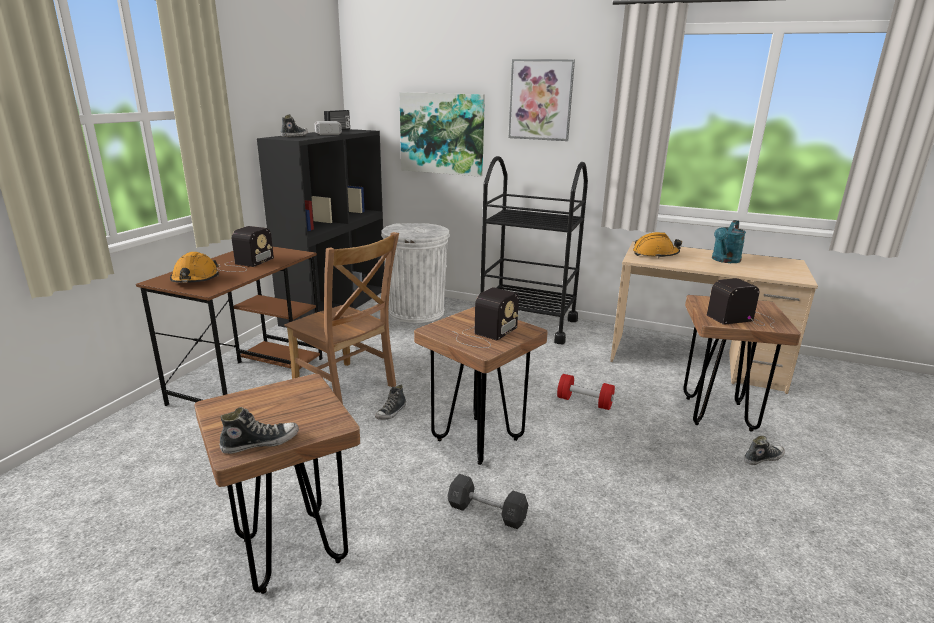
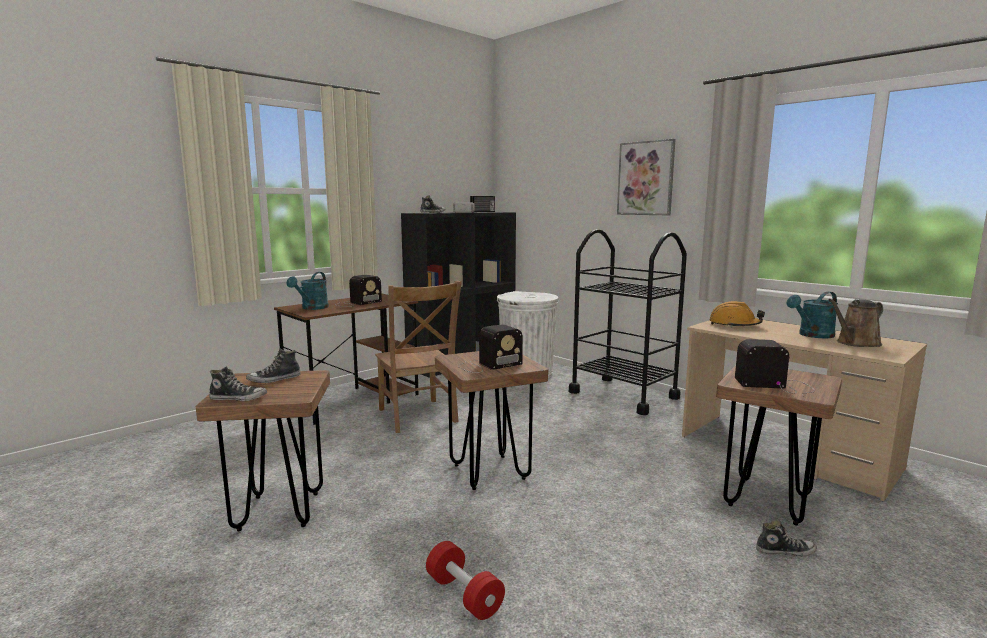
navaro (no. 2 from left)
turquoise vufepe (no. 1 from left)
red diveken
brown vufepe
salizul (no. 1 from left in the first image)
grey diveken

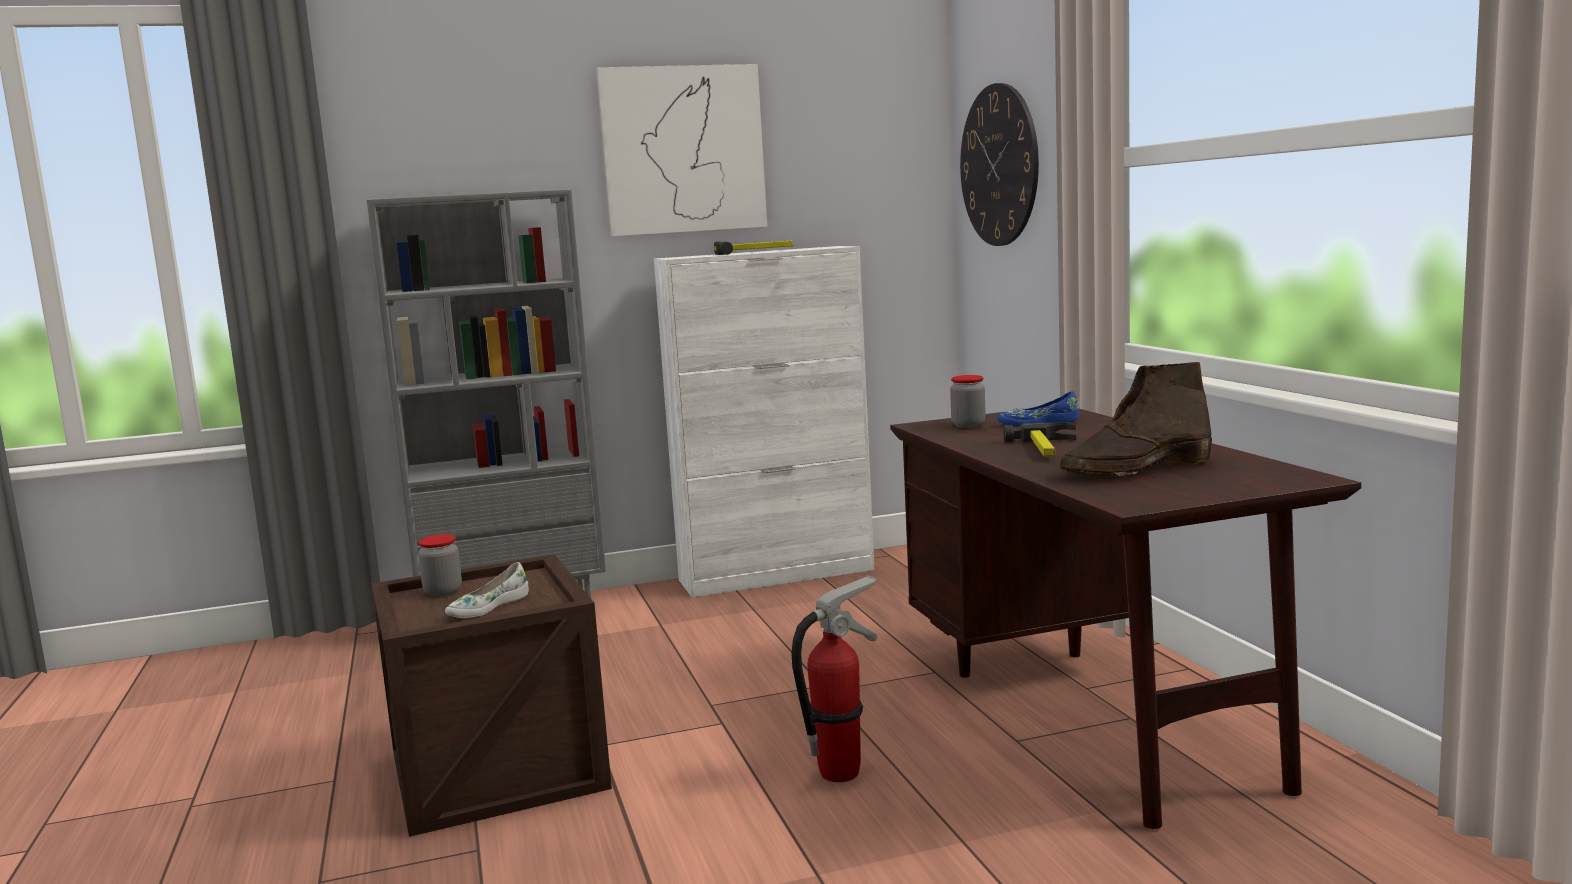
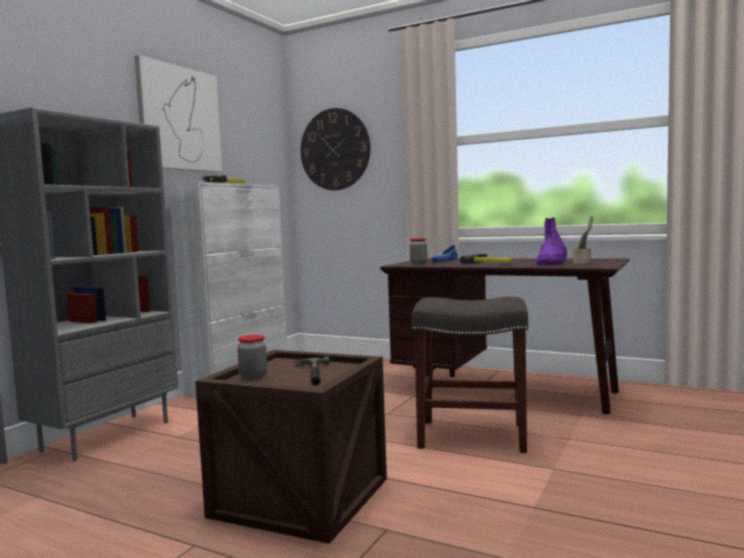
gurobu (no. 2 from left)
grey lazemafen
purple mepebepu
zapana

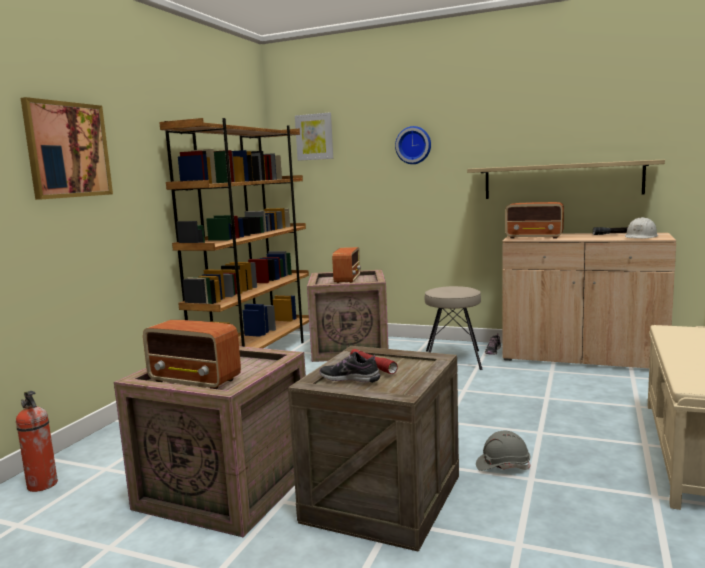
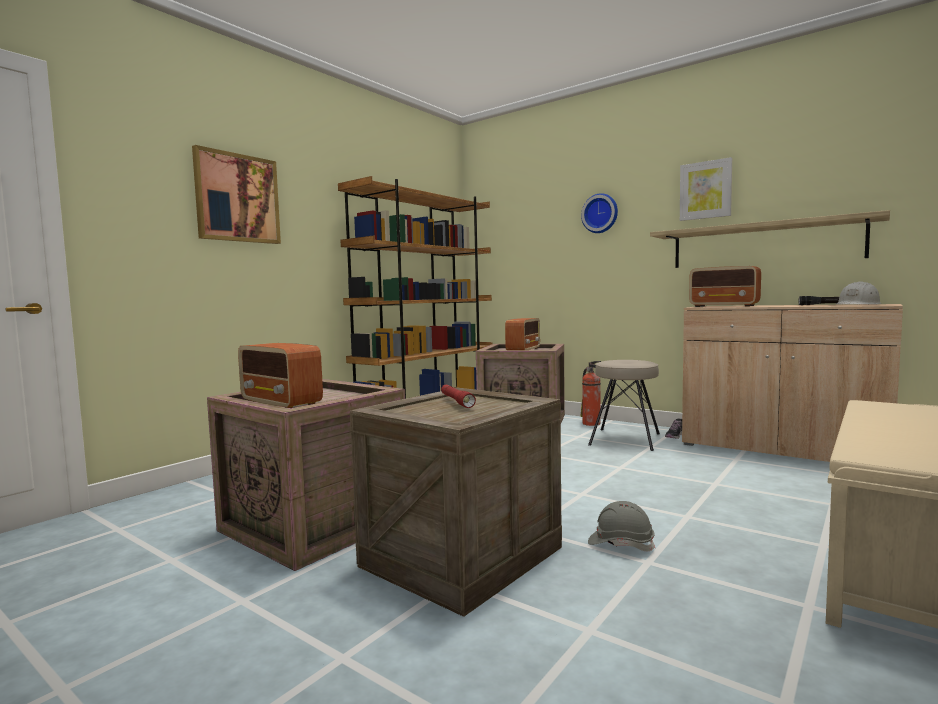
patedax
salizul (no. 2 from left)
navaro (no. 1 from left in the first image)

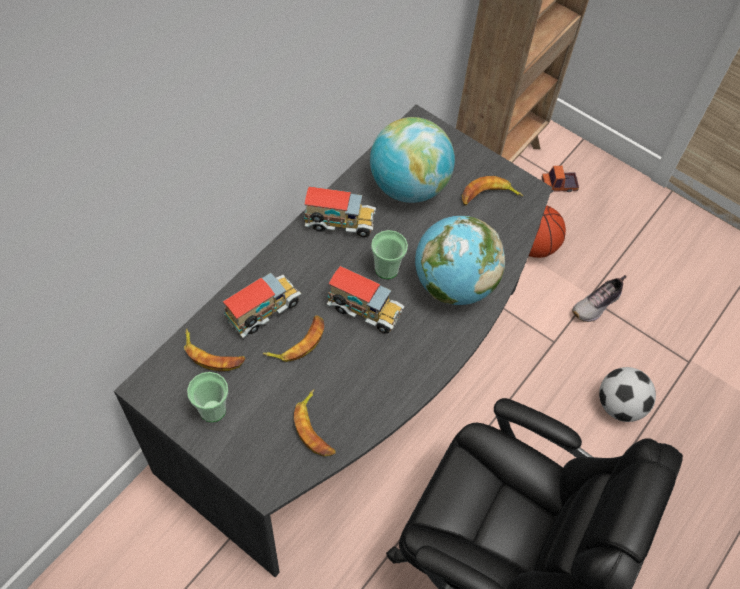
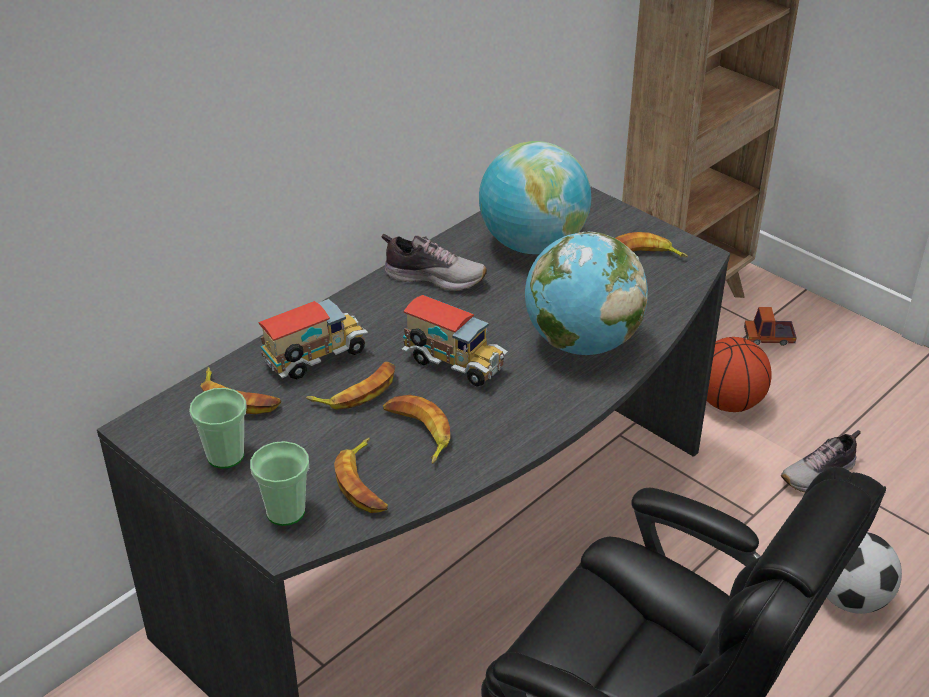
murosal (no. 2 from left)
navaro (no. 1 from left)
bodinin (no. 4 from left)

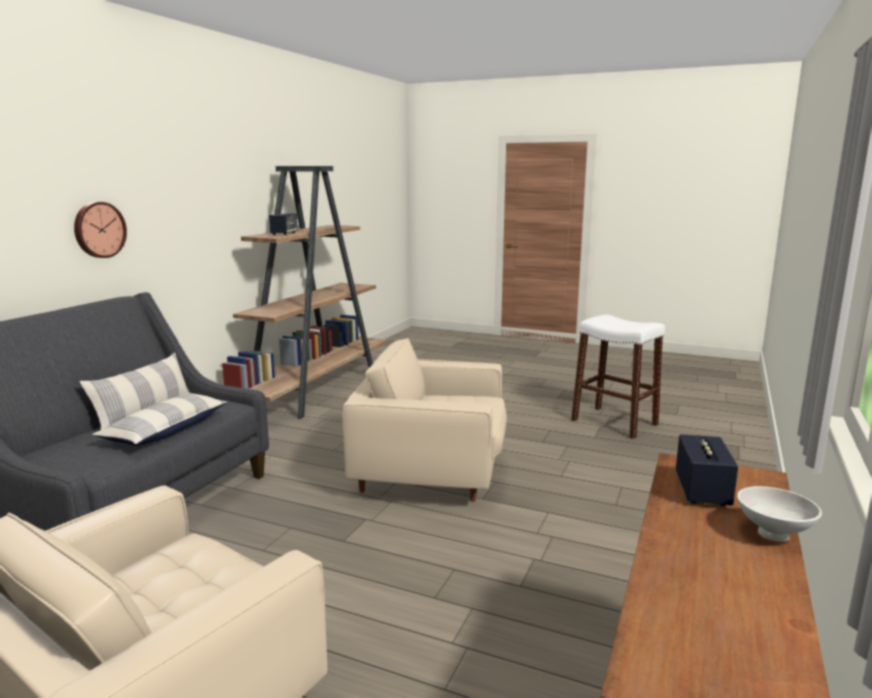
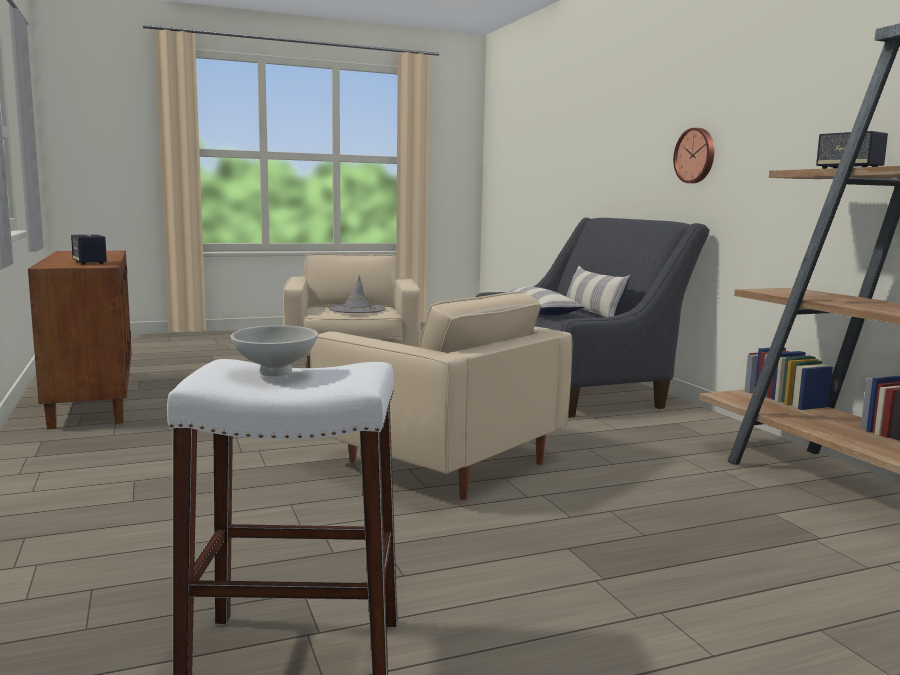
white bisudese
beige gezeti (no. 2 from left)
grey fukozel

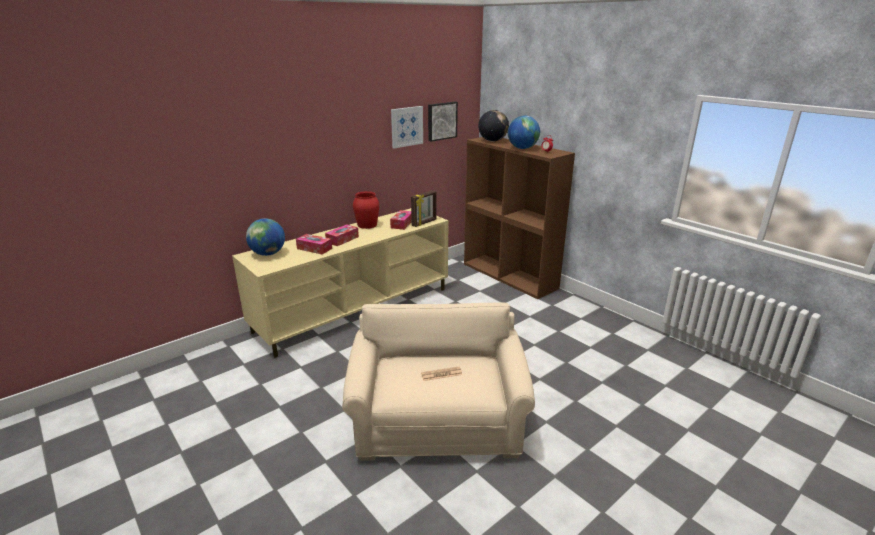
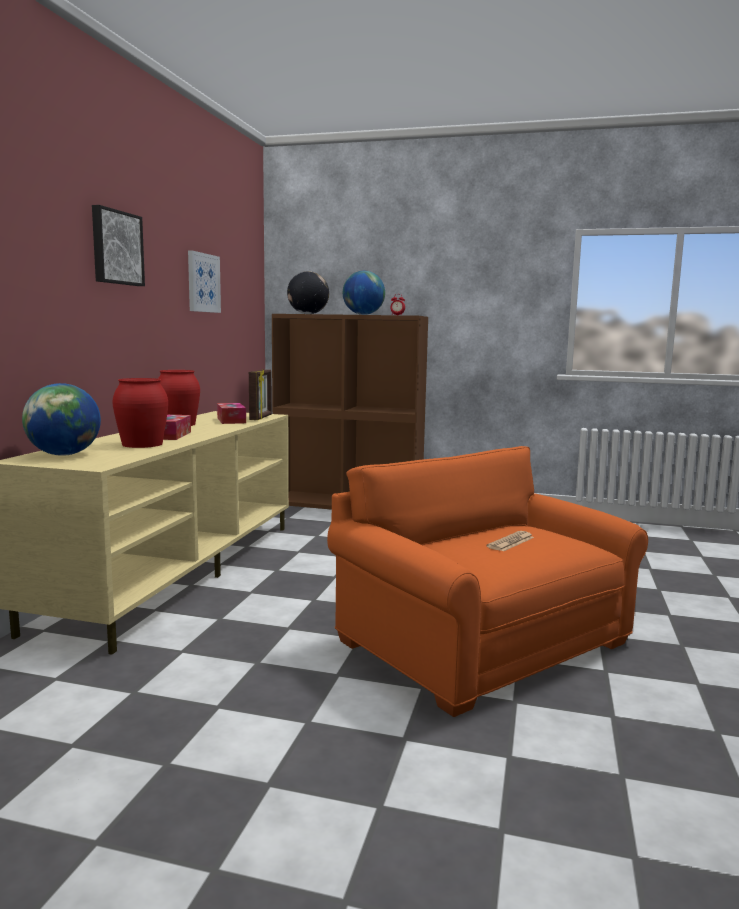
salizul (no. 1 from left)
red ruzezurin (no. 1 from left)
orange gezeti

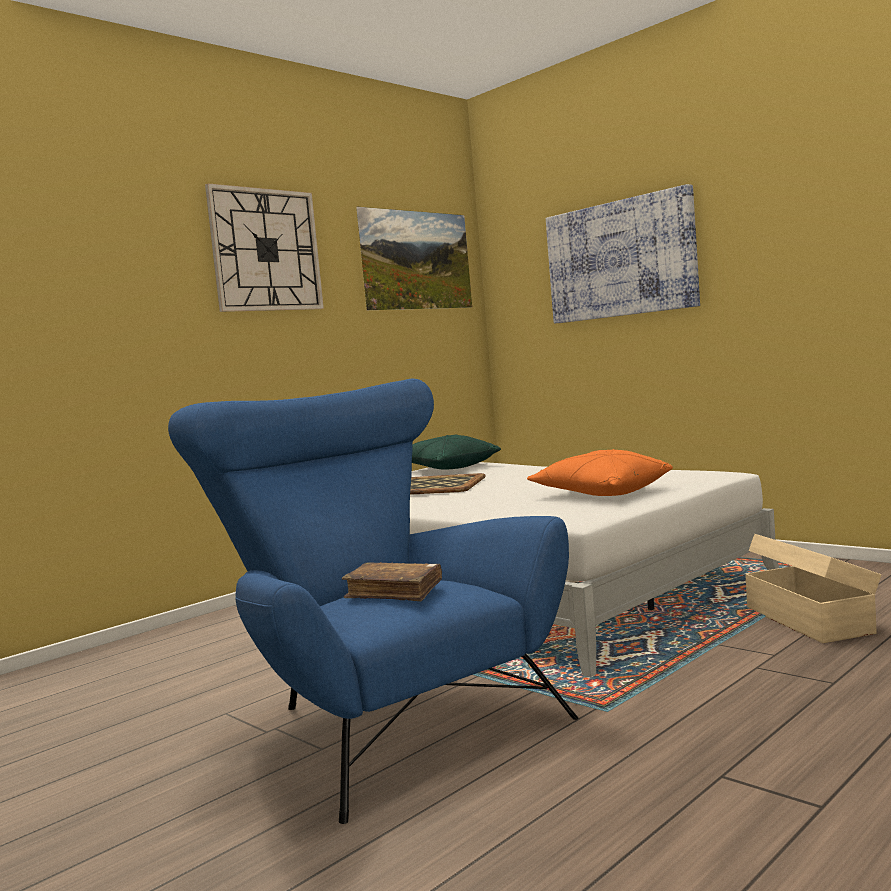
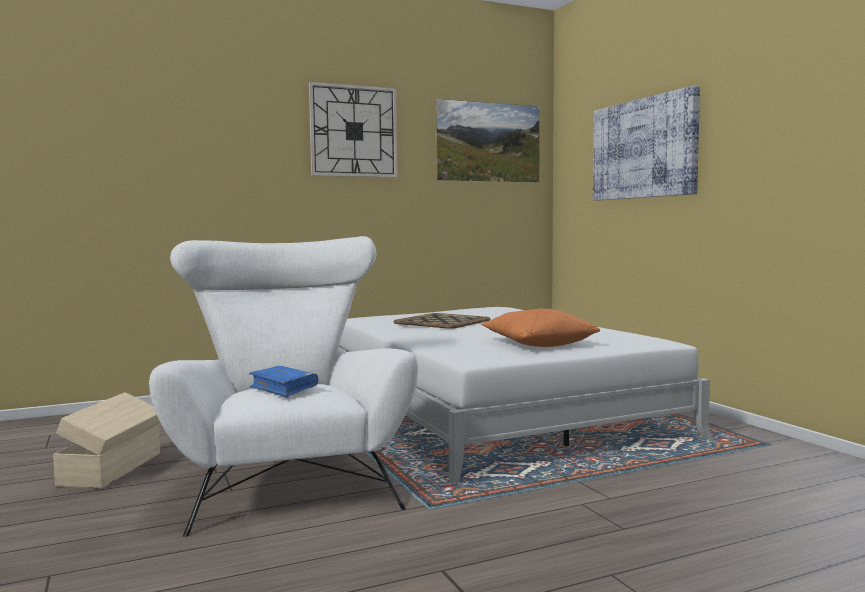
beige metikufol
white gezeti
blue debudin
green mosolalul

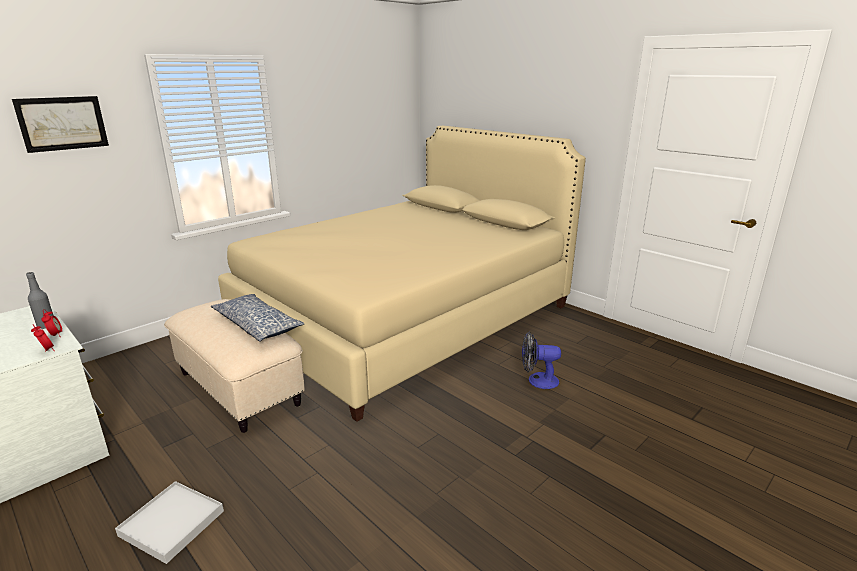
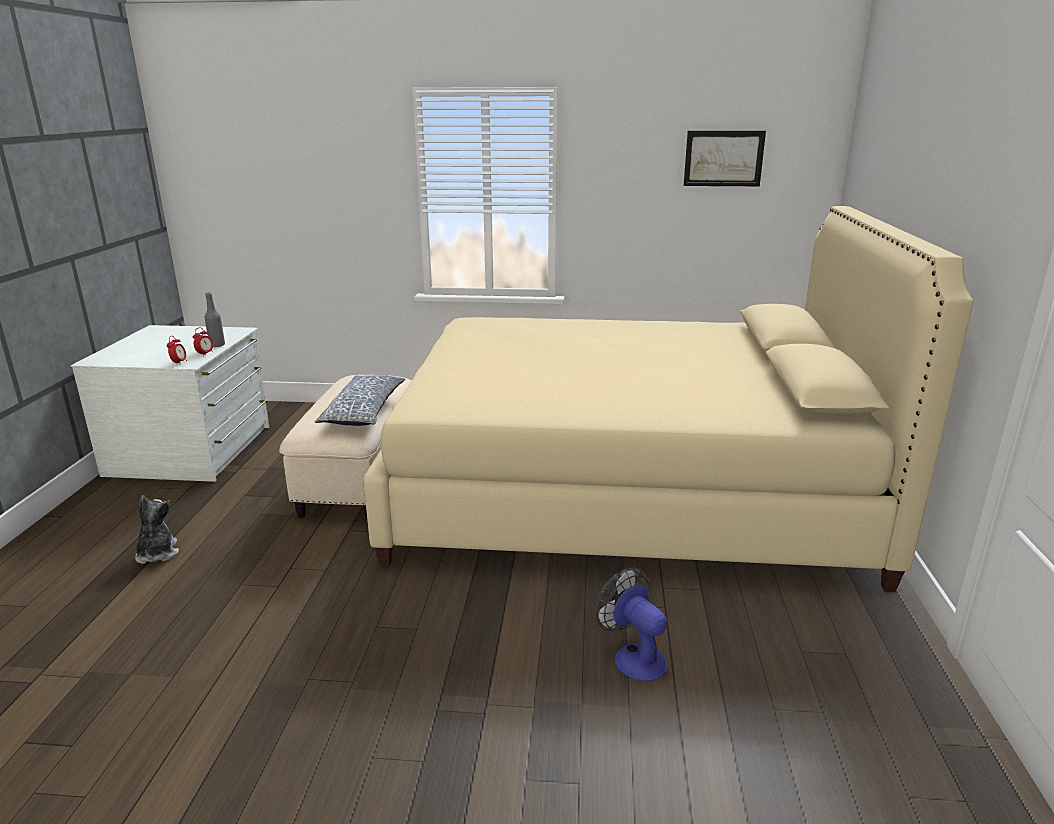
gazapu
salizul

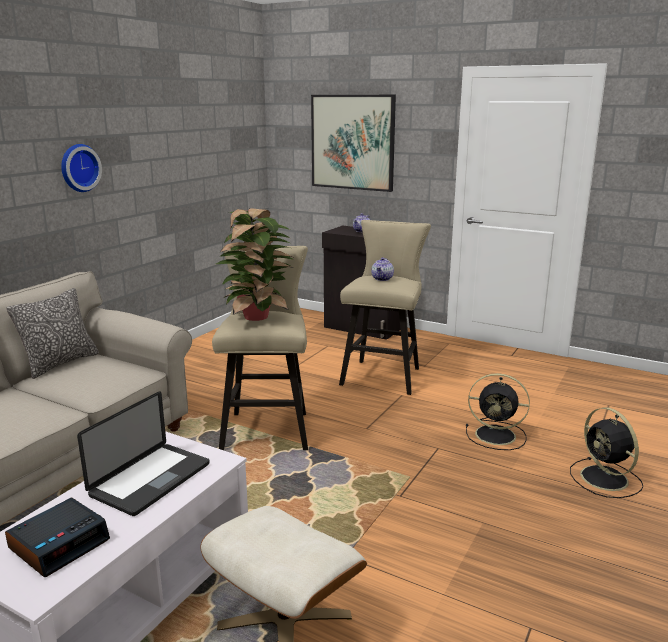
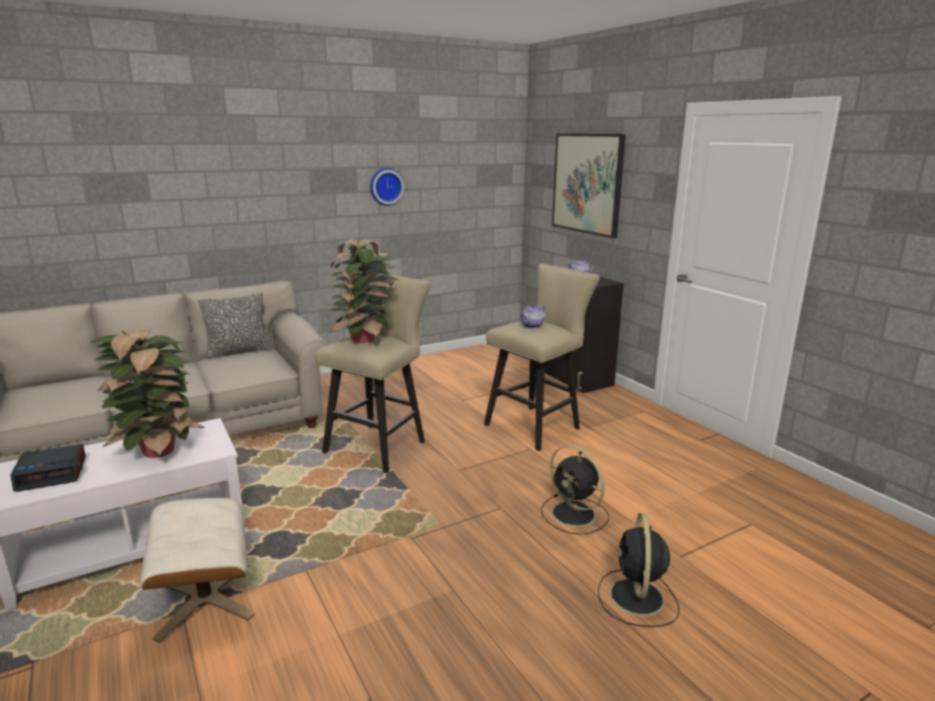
zapana (no. 1 from left)
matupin

